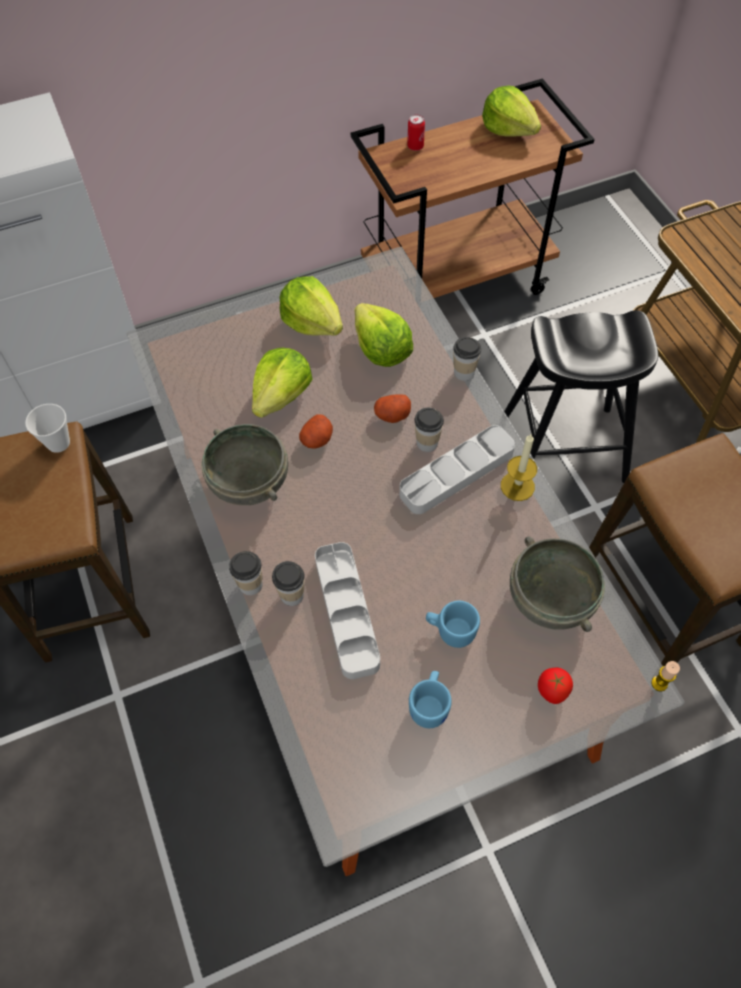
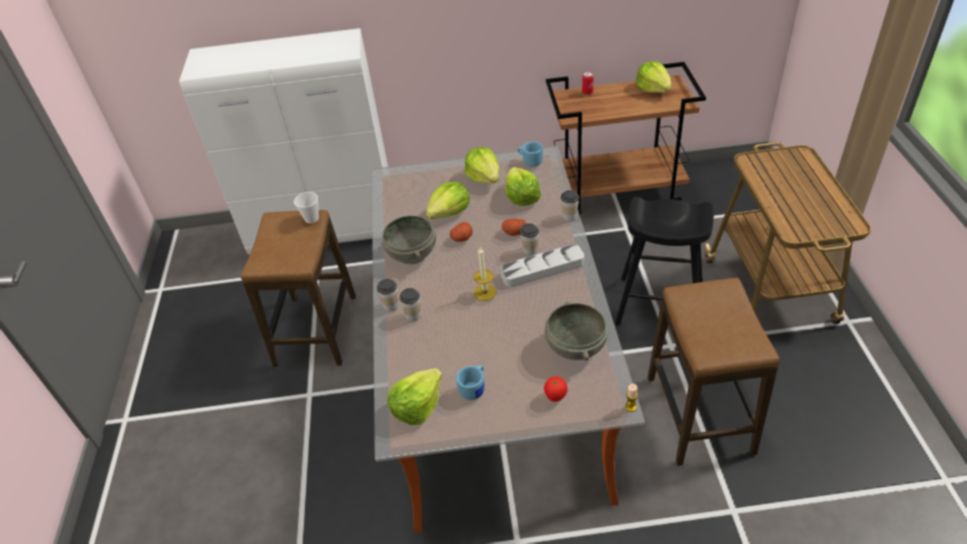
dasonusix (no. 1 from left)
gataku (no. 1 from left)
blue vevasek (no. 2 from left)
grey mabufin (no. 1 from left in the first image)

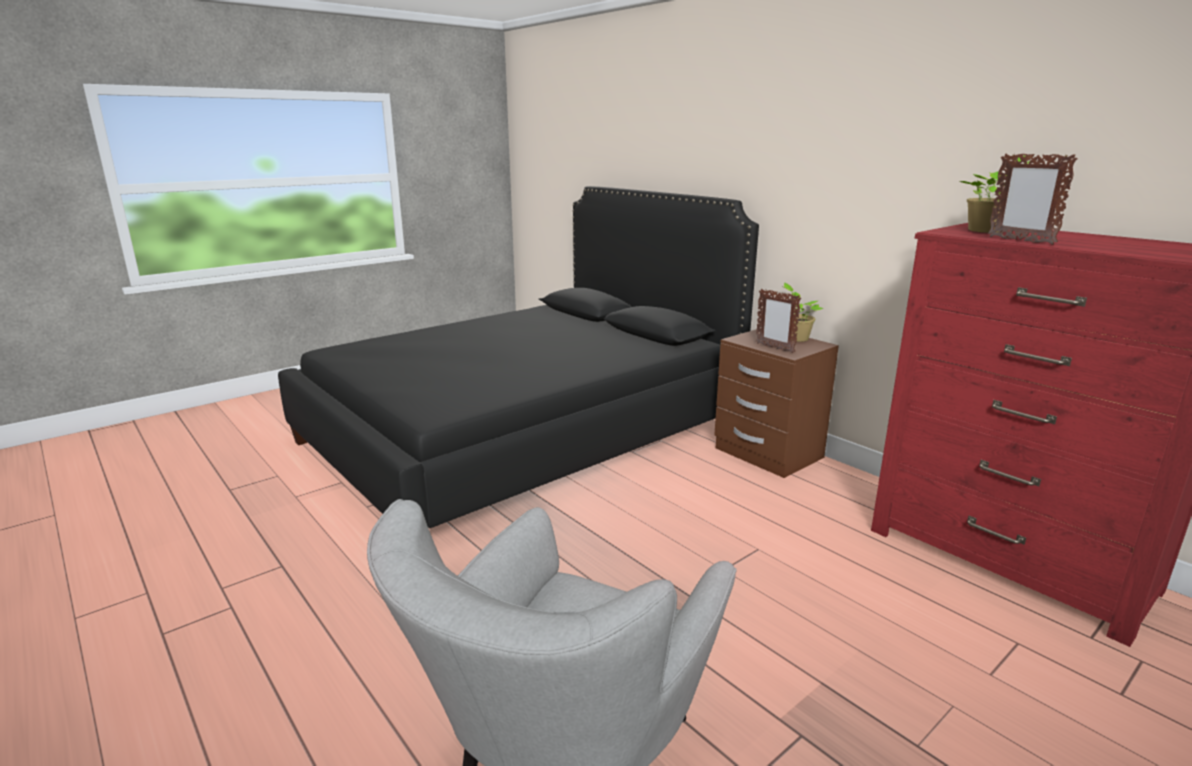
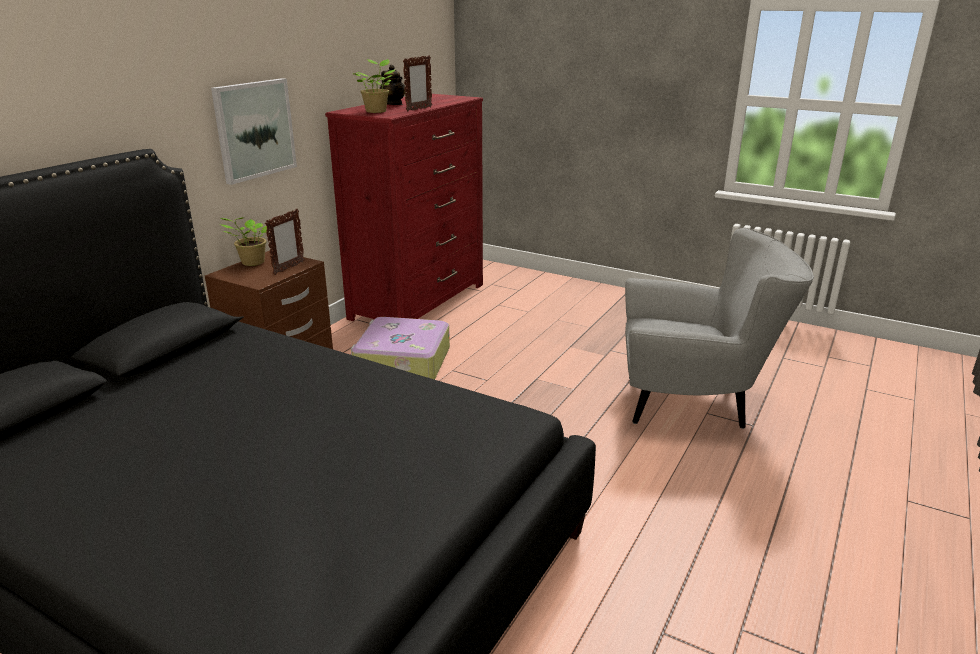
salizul
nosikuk
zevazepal

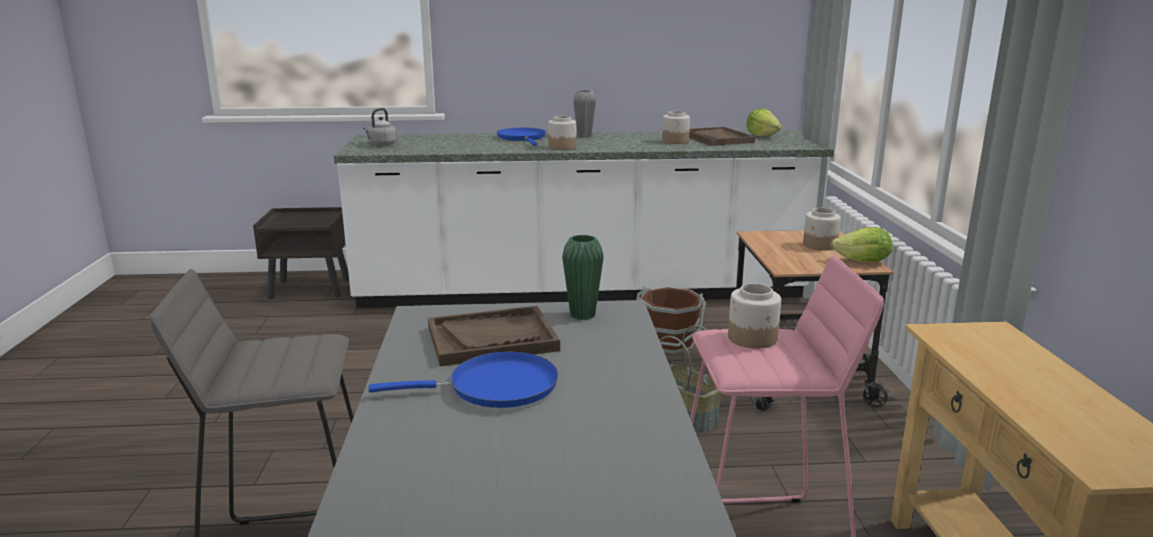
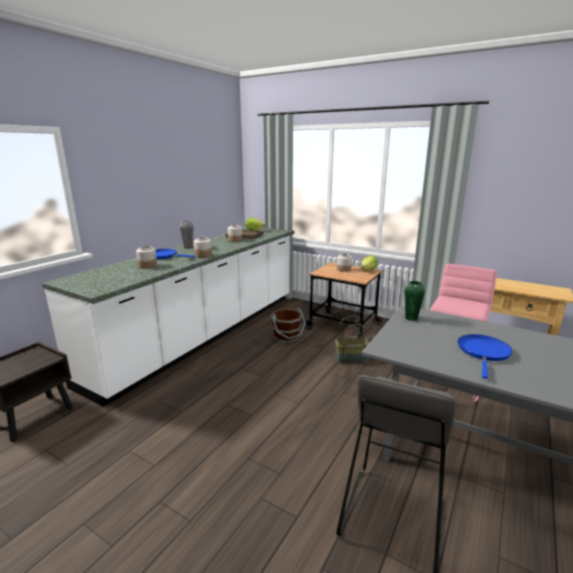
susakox (no. 1 from left)
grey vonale
brown mabufin (no. 1 from left in the first image)

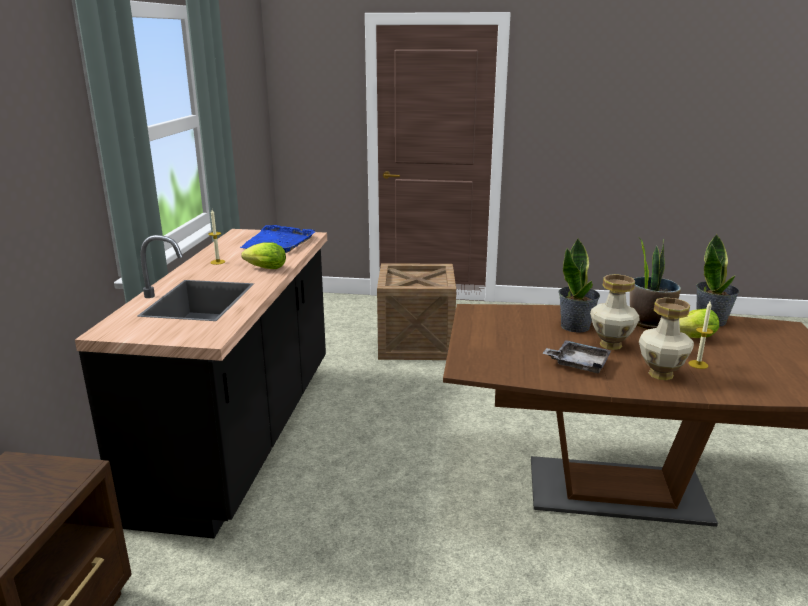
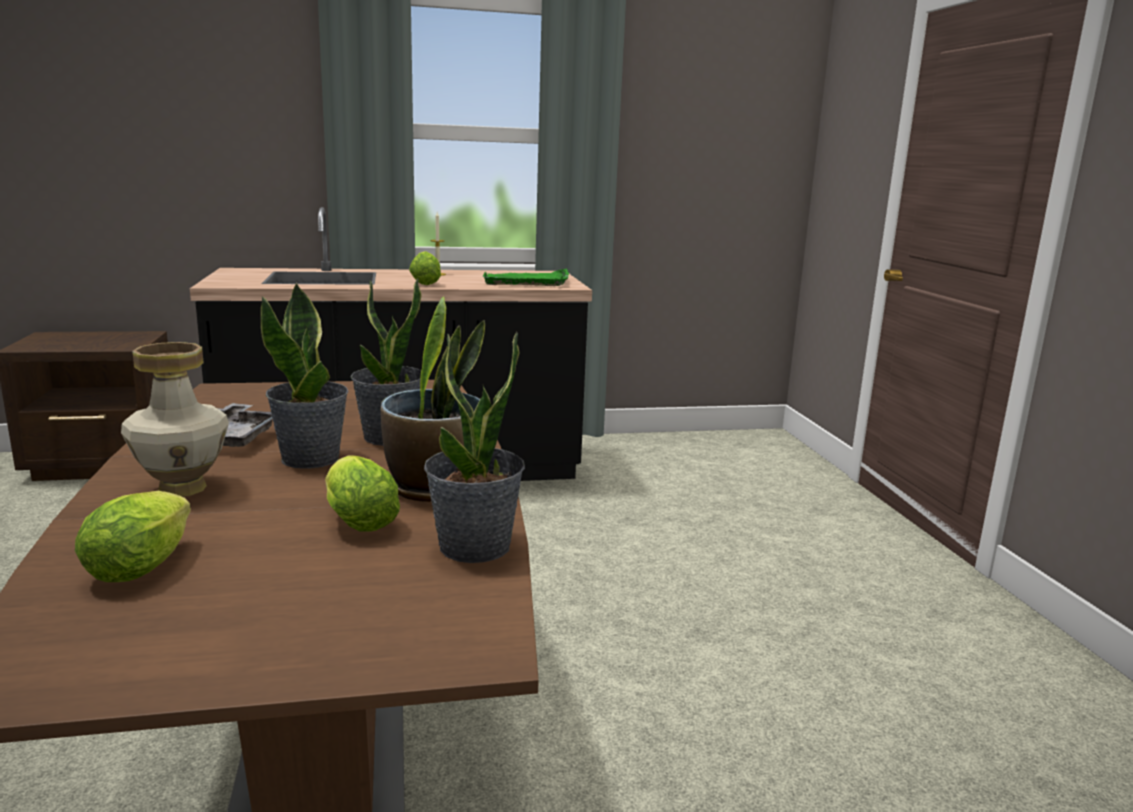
dasonusix (no. 1 from left)
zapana (no. 1 from left)
green mabufin
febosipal
gataku (no. 2 from left in the first image)

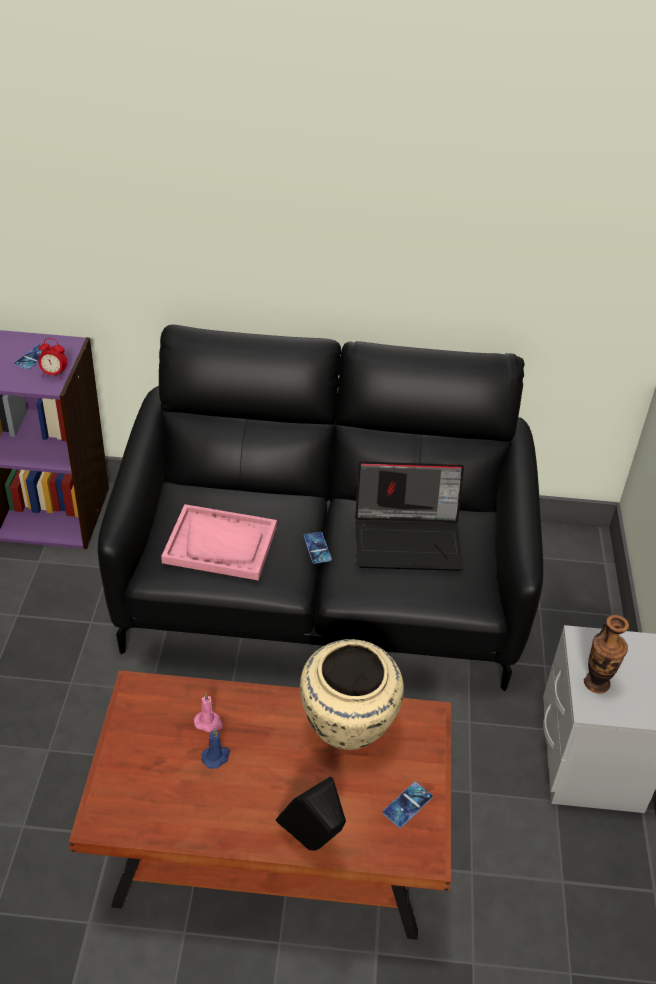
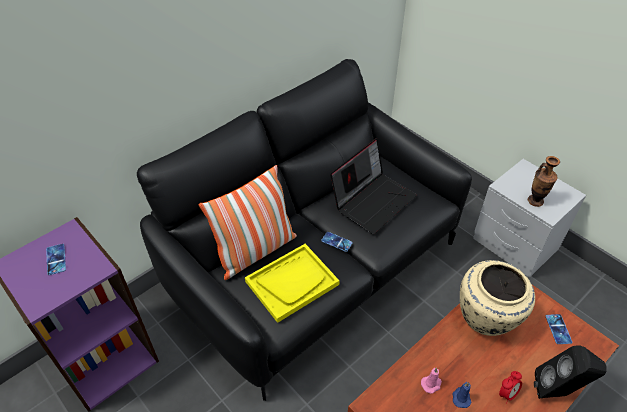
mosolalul
yellow mabufin
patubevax

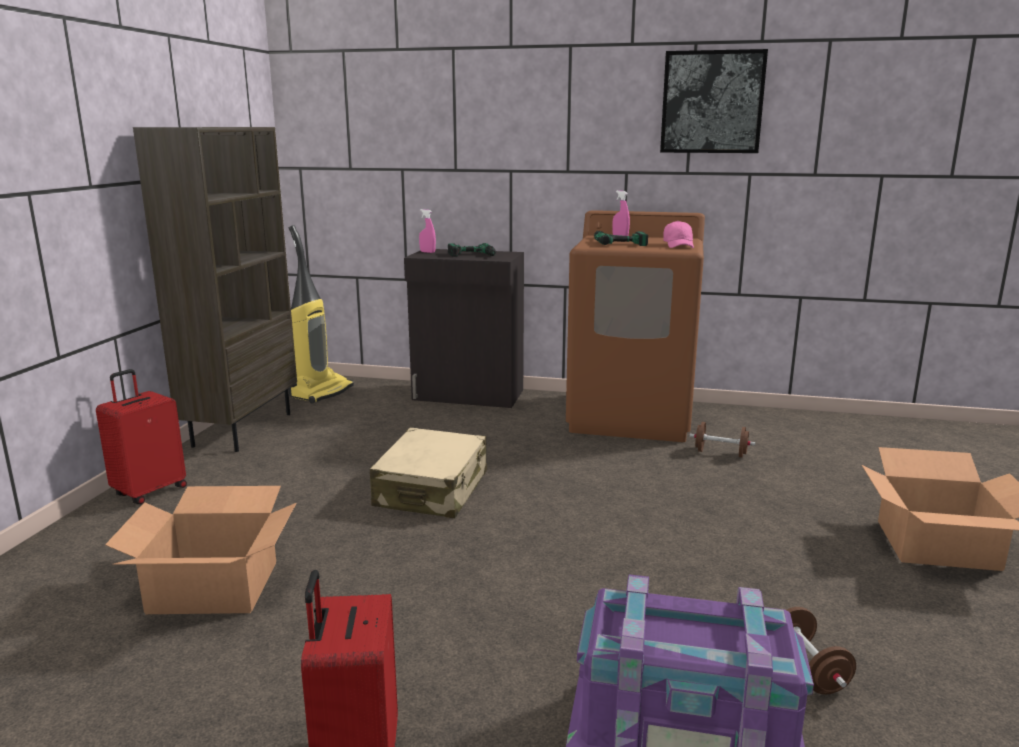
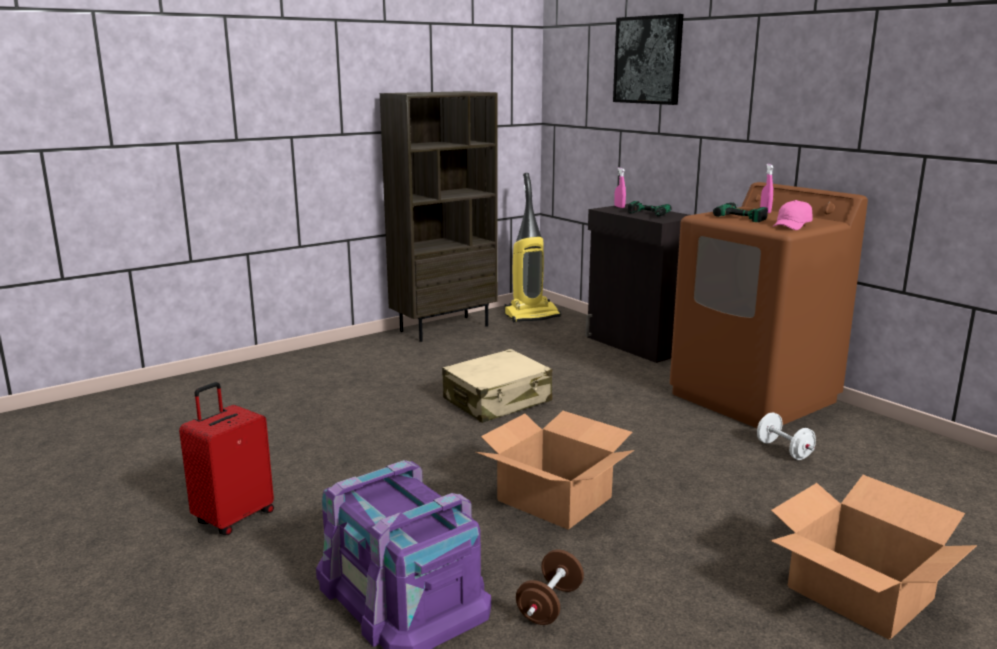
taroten (no. 1 from left)
salizul
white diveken
red nosikuk (no. 1 from left in the first image)

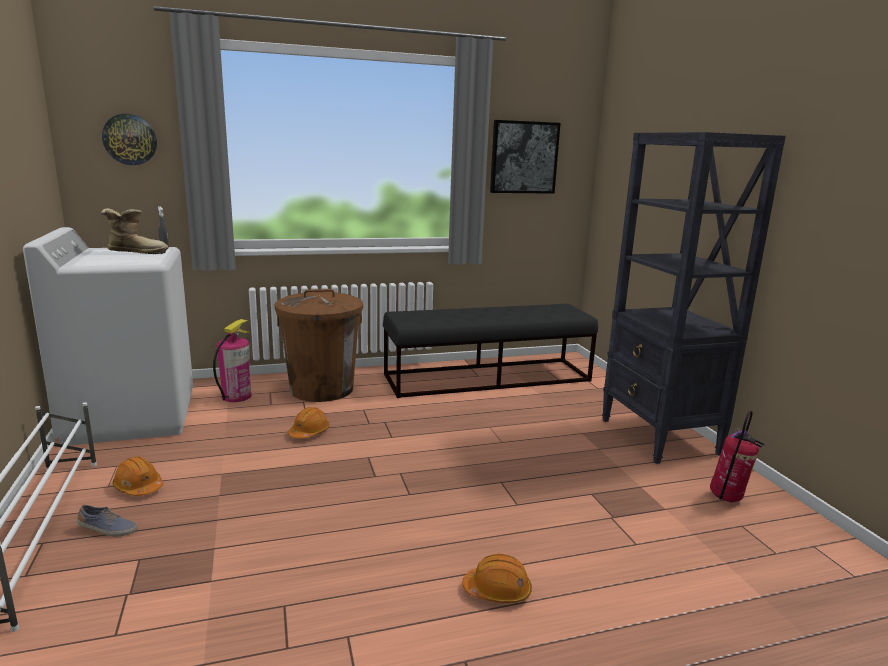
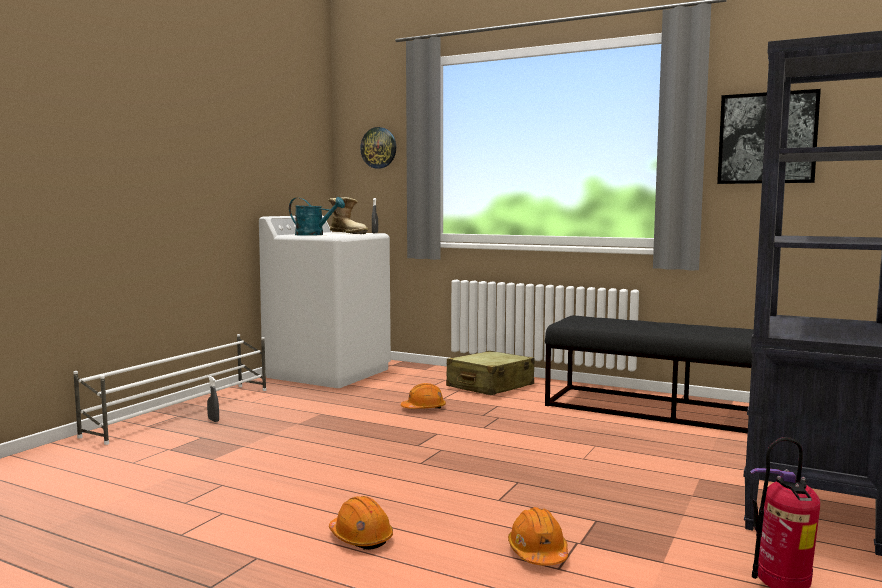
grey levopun (no. 1 from left)
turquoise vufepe
beige nosikuk
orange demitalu (no. 3 from left)
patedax (no. 1 from left in the first image)

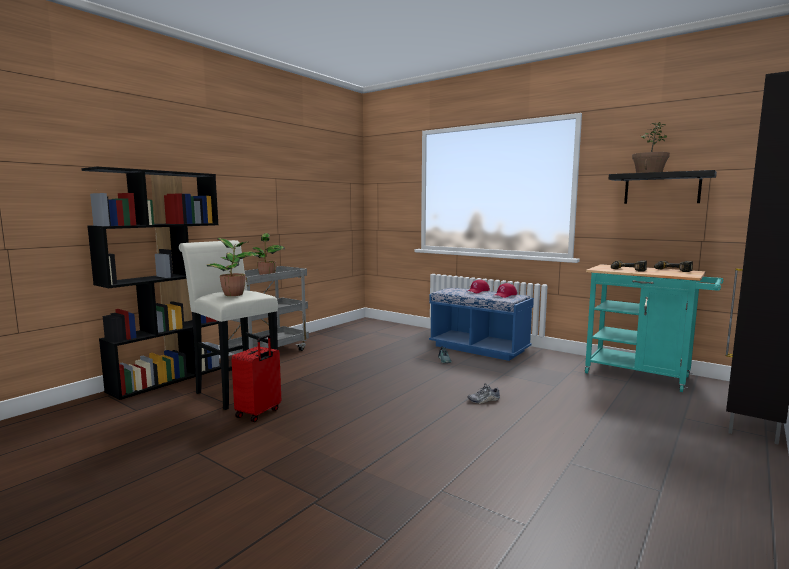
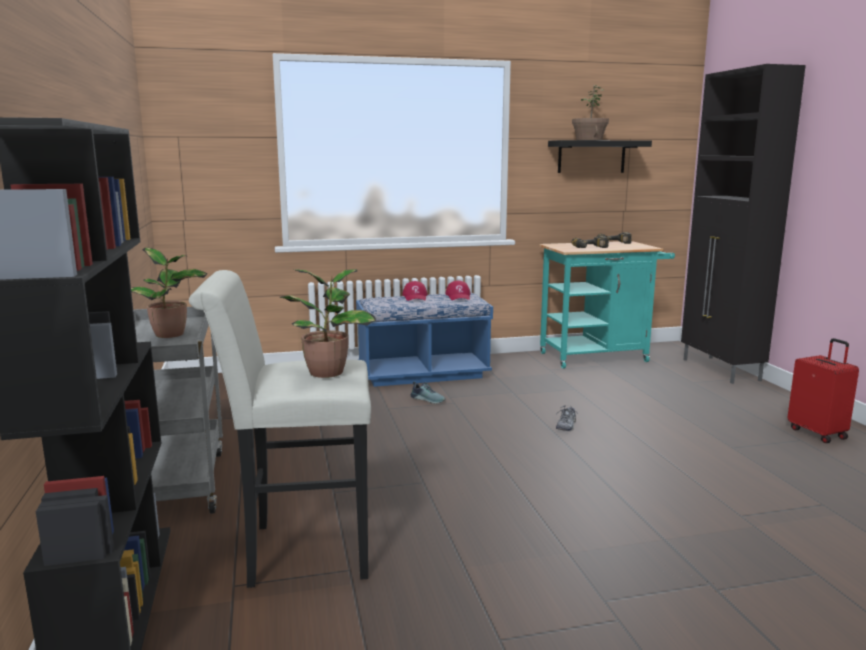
red nosikuk

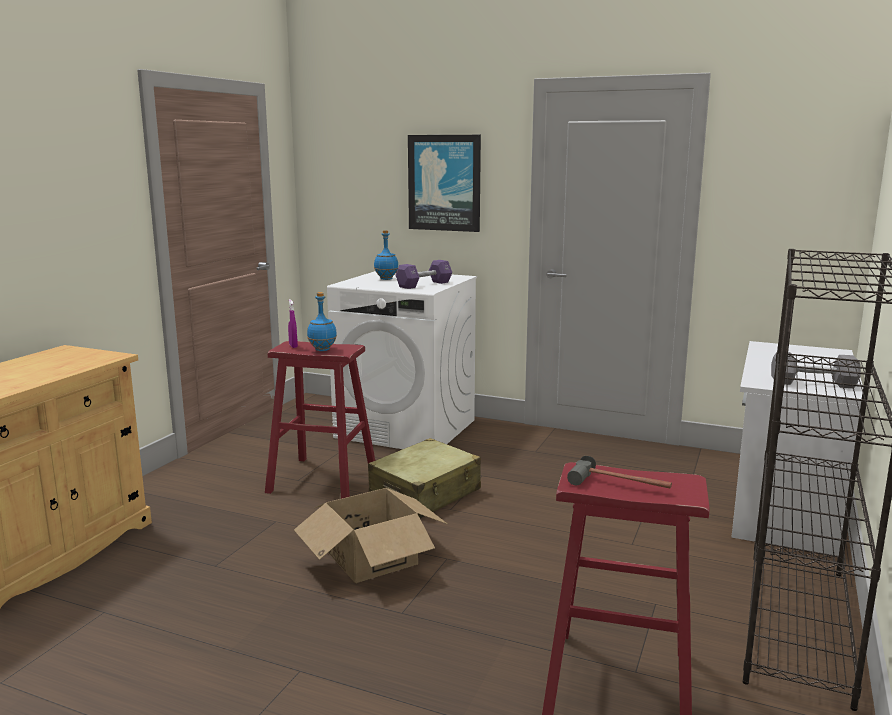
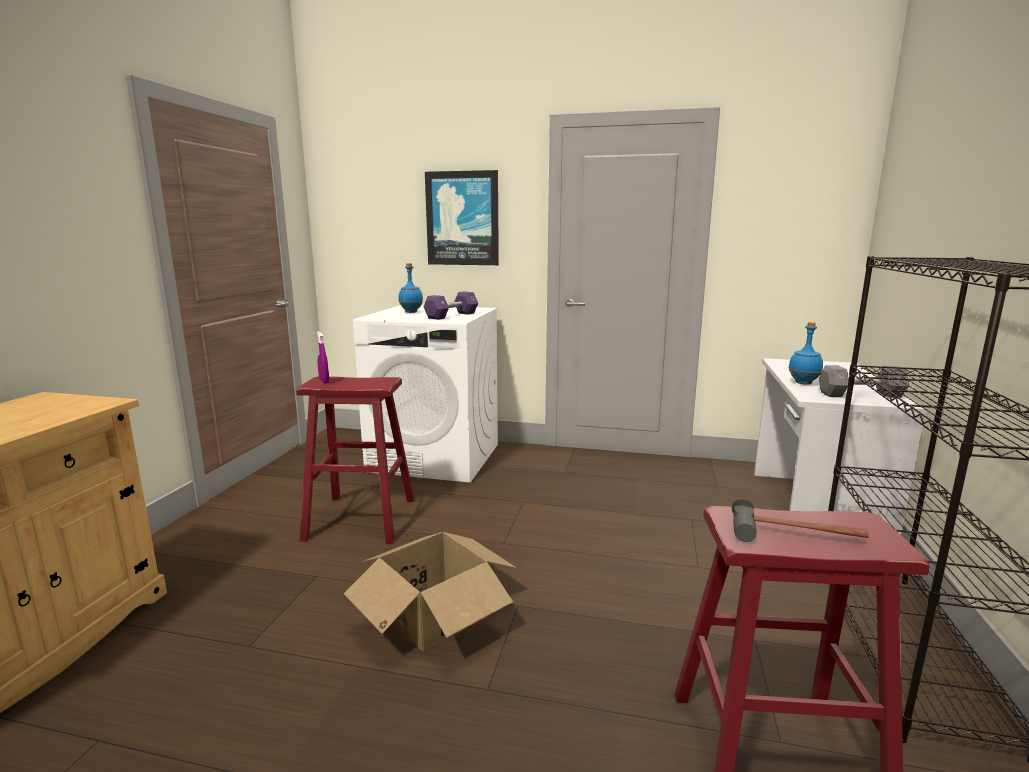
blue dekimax (no. 2 from left)
beige nosikuk

